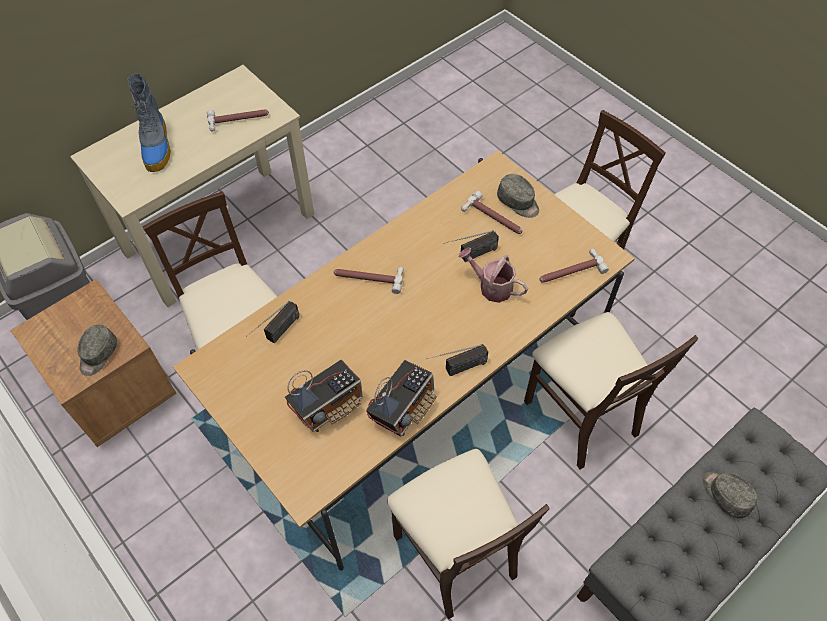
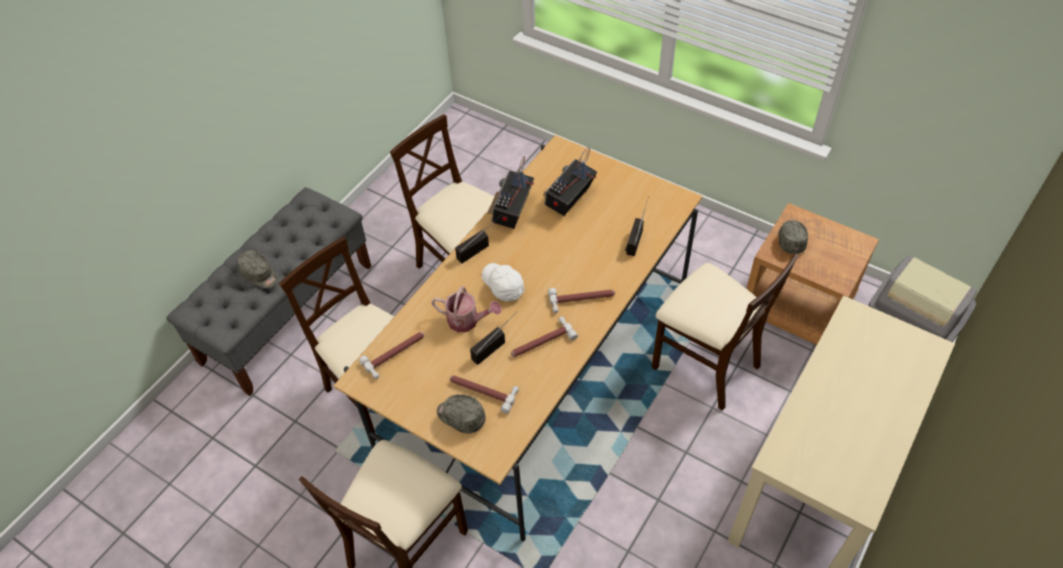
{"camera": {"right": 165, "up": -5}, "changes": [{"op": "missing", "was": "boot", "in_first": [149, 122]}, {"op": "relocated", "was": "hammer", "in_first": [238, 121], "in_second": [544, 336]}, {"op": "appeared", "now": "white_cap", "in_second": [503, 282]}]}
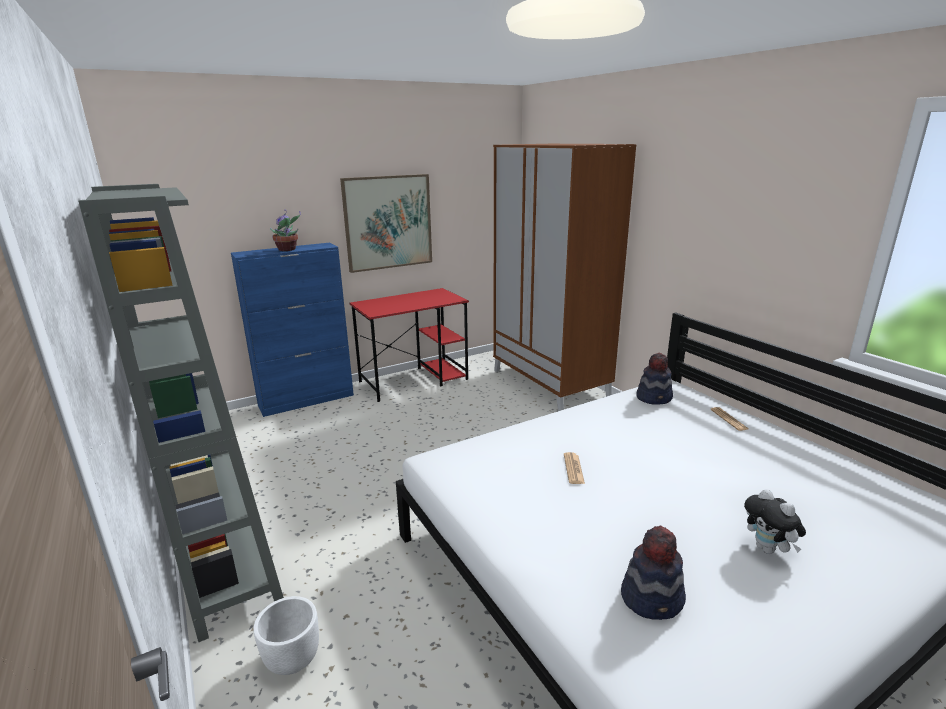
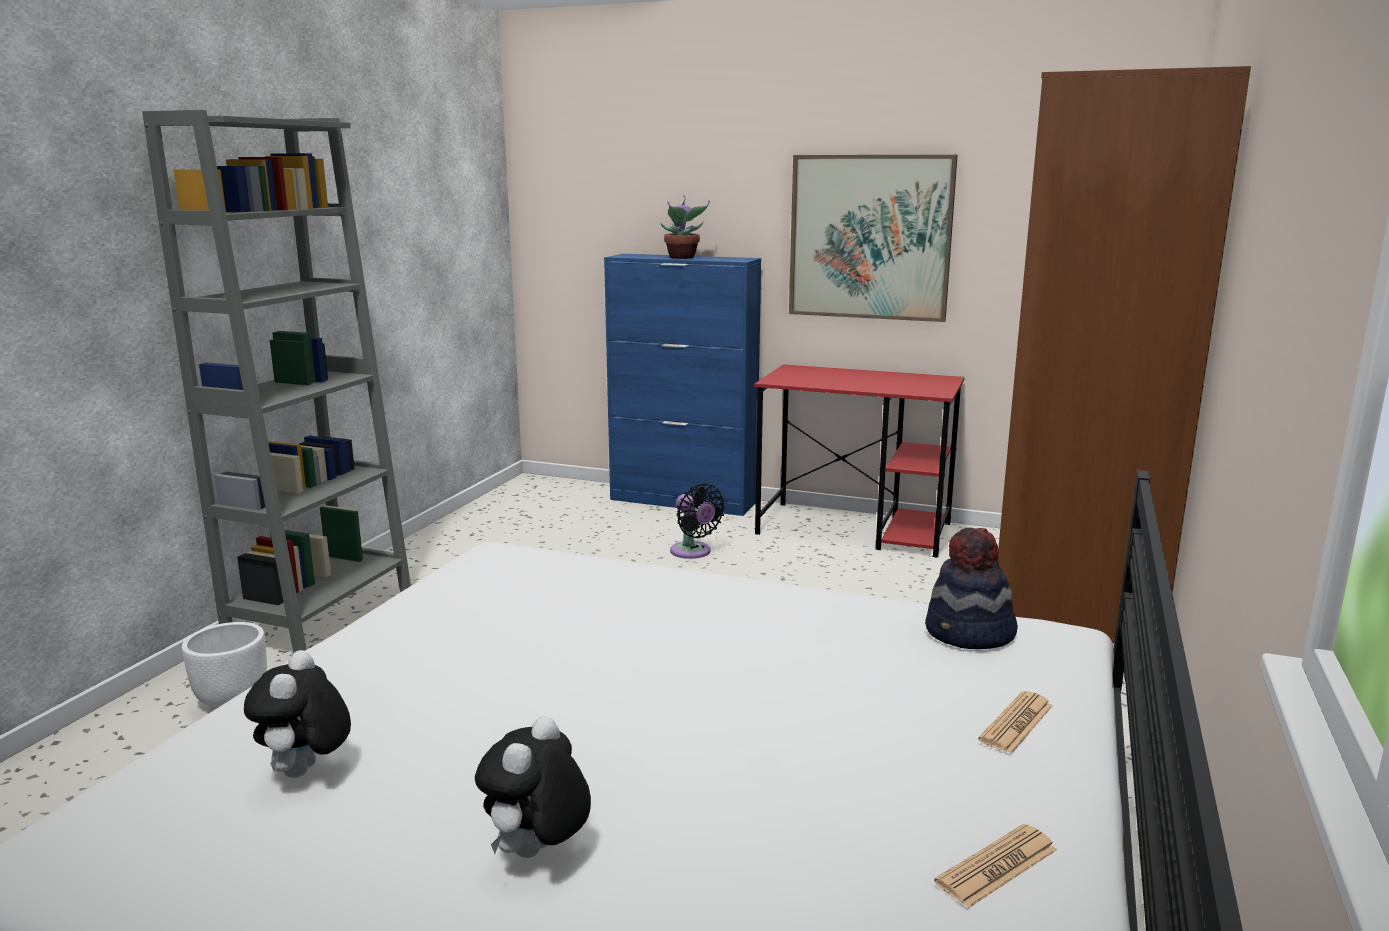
{"camera": {"right": 50, "up": -5}, "changes": [{"op": "relocated", "was": "newspaper", "in_first": [574, 468], "in_second": [995, 866]}, {"op": "exchanged", "was": "hat", "now": "plush_toy", "in_first": [653, 573], "in_second": [297, 714]}, {"op": "appeared", "now": "black_fan", "in_second": [697, 521]}]}
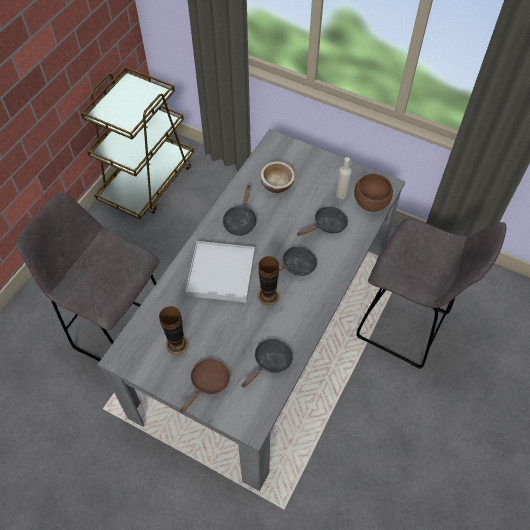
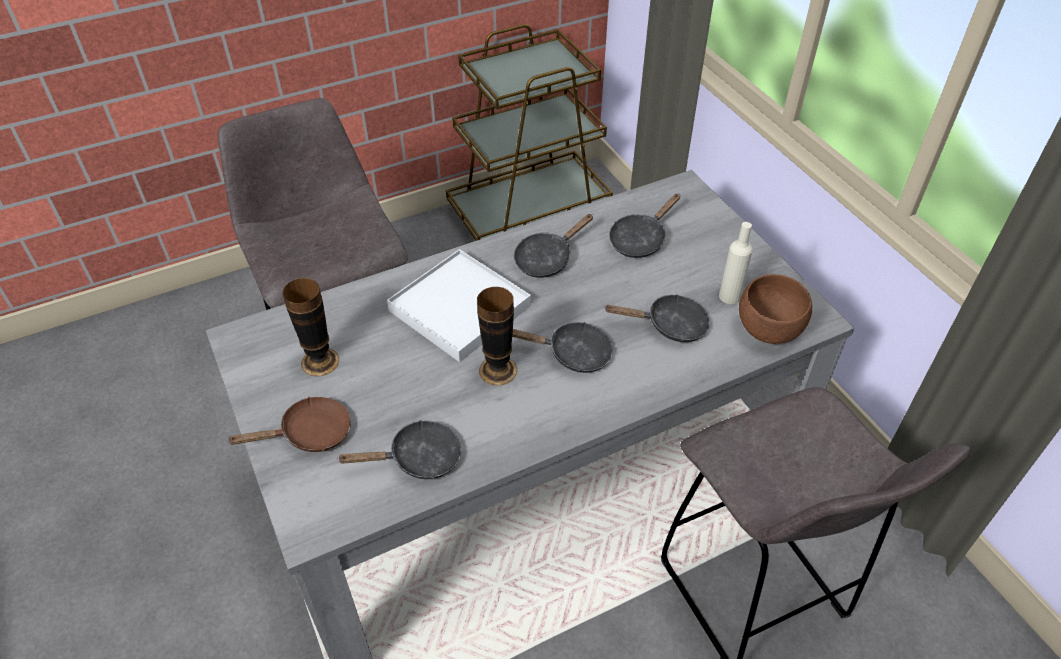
{"camera": {"right": 35, "up": -10}, "changes": [{"op": "exchanged", "was": "bowl", "now": "black_frying_pan", "in_first": [277, 177], "in_second": [644, 226]}]}
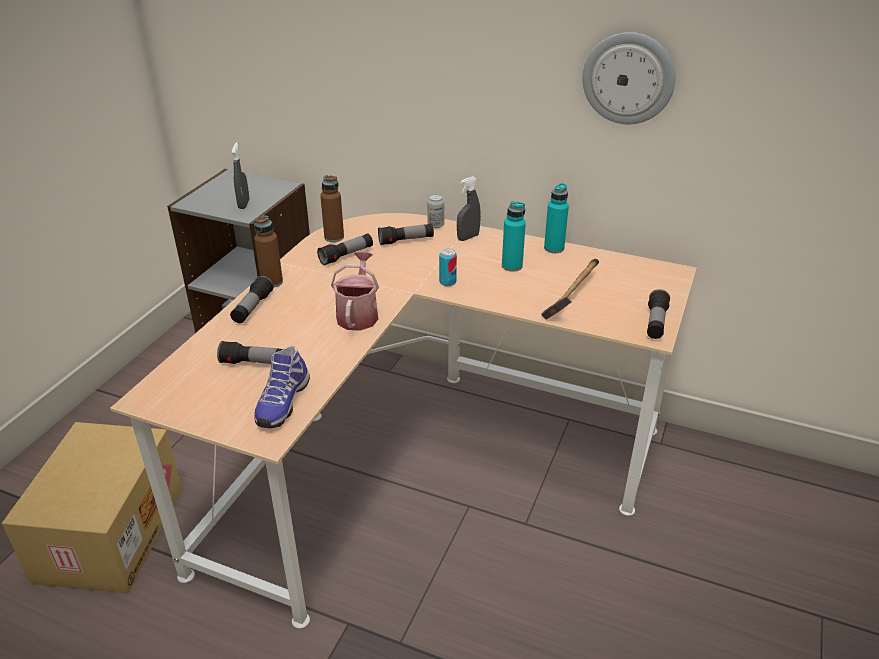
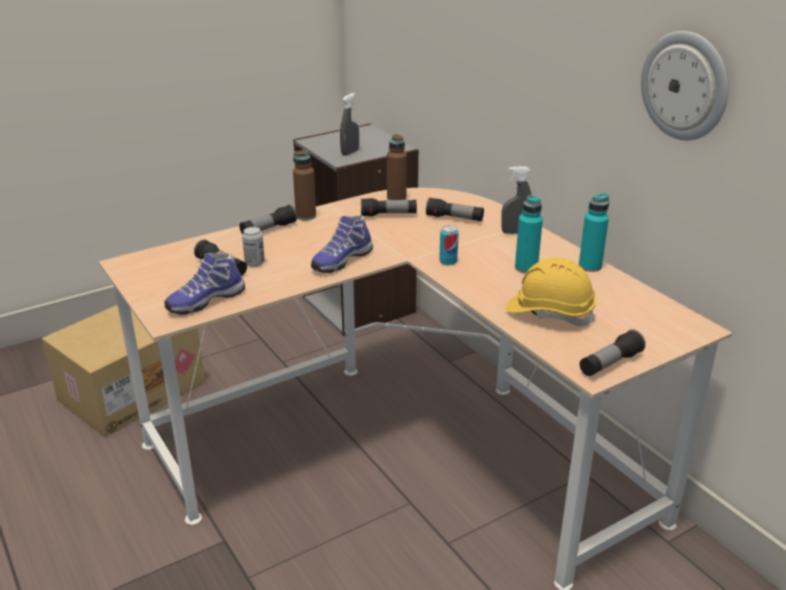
{"camera": {"right": 35, "up": -5}, "changes": [{"op": "exchanged", "was": "watering_can", "now": "shoe", "in_first": [355, 291], "in_second": [342, 244]}, {"op": "relocated", "was": "can", "in_first": [435, 211], "in_second": [253, 247]}, {"op": "exchanged", "was": "hammer", "now": "yellow_hard_hat", "in_first": [570, 289], "in_second": [551, 292]}]}
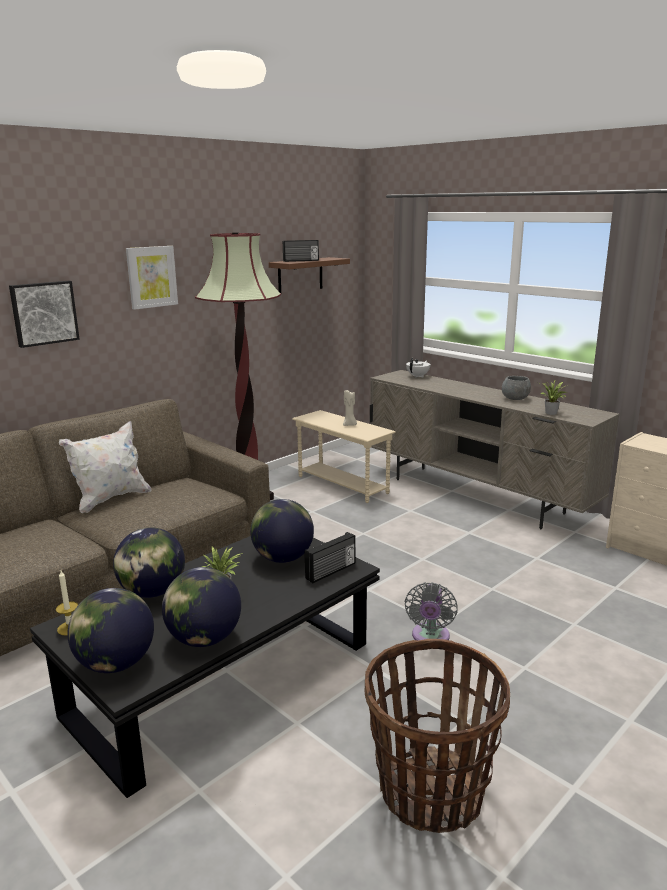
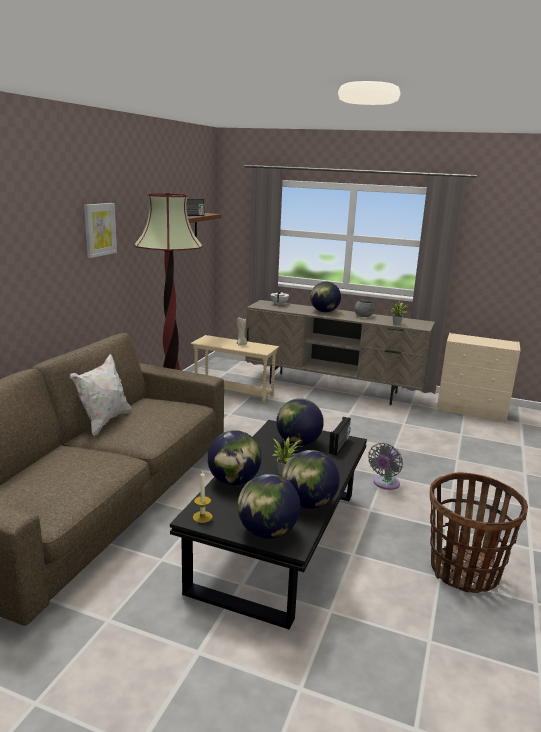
{"camera": {"right": -25, "up": 0}, "changes": [{"op": "missing", "was": "picture", "in_first": [44, 314]}, {"op": "spun", "was": "grey_fan", "in_first": [431, 611], "in_second": [385, 466], "clockwise": 45}, {"op": "appeared", "now": "globe", "in_second": [325, 297]}]}
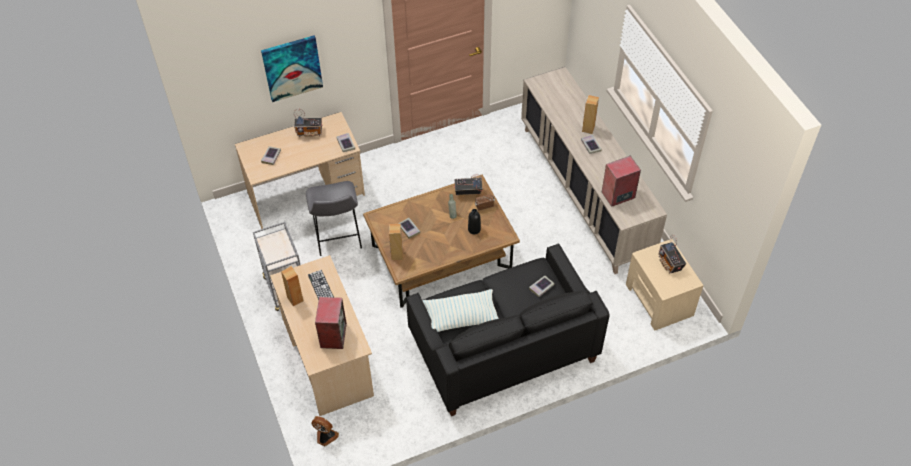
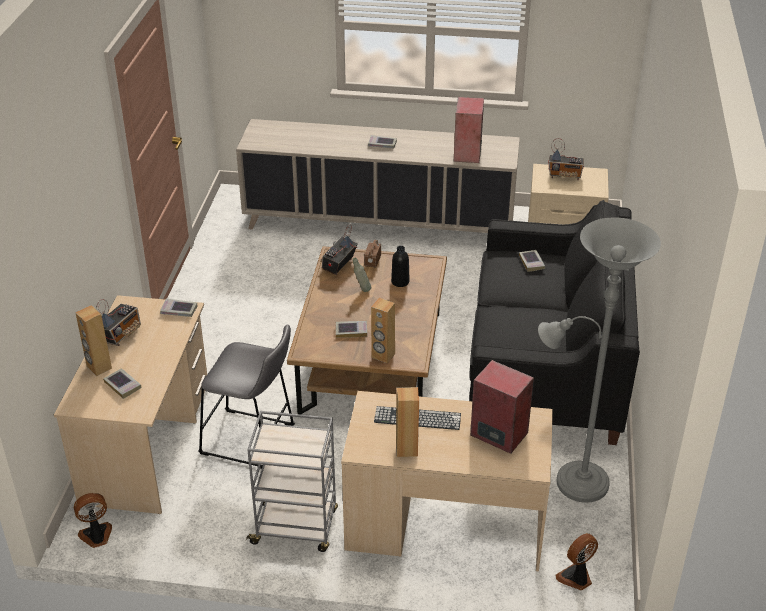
{"camera": {"right": -60, "up": -15}, "changes": [{"op": "missing", "was": "picture", "in_first": [292, 68]}, {"op": "missing", "was": "pillow", "in_first": [460, 310]}, {"op": "relocated", "was": "brown_speaker", "in_first": [590, 114], "in_second": [93, 340]}, {"op": "appeared", "now": "fan", "in_second": [93, 520]}, {"op": "appeared", "now": "grey_floor_lamp", "in_second": [599, 360]}]}
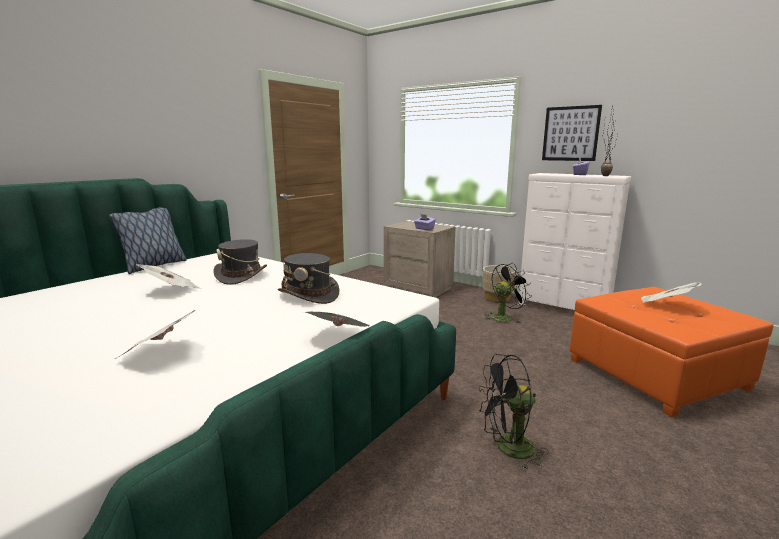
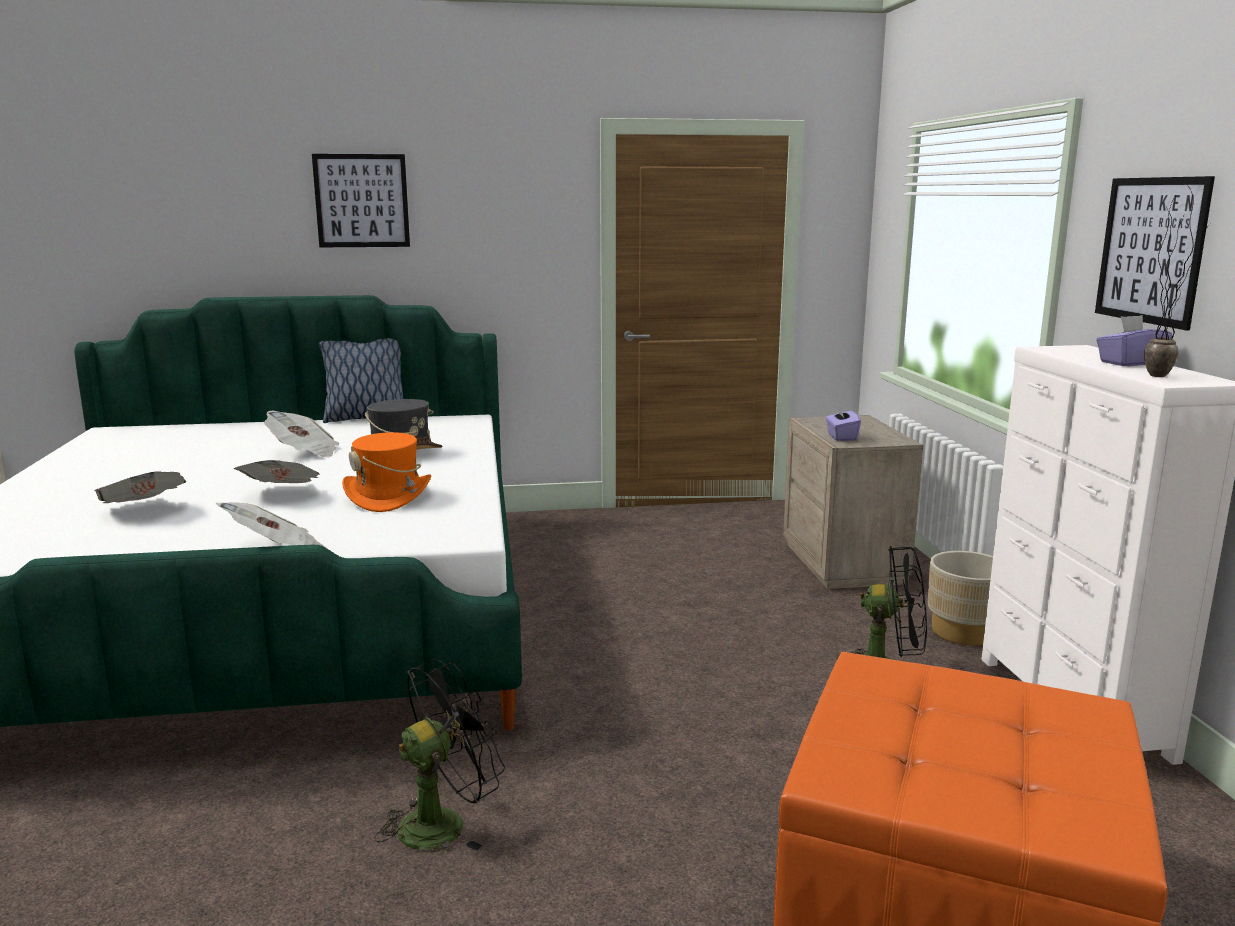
{"camera": {"right": 45, "up": 0}, "changes": [{"op": "colour", "was": "grey_hat", "now": "orange_hat", "in_first": [308, 278], "in_second": [386, 472]}, {"op": "spun", "was": "black_fan", "in_first": [514, 412], "in_second": [439, 755], "clockwise": 105}, {"op": "relocated", "was": "newspaper", "in_first": [671, 292], "in_second": [277, 471]}, {"op": "appeared", "now": "picture", "in_second": [361, 200]}]}
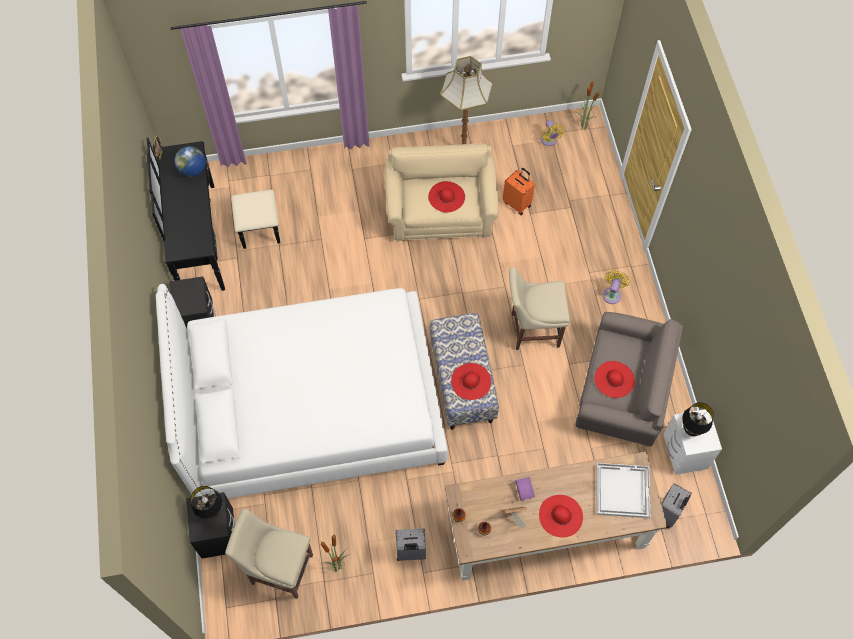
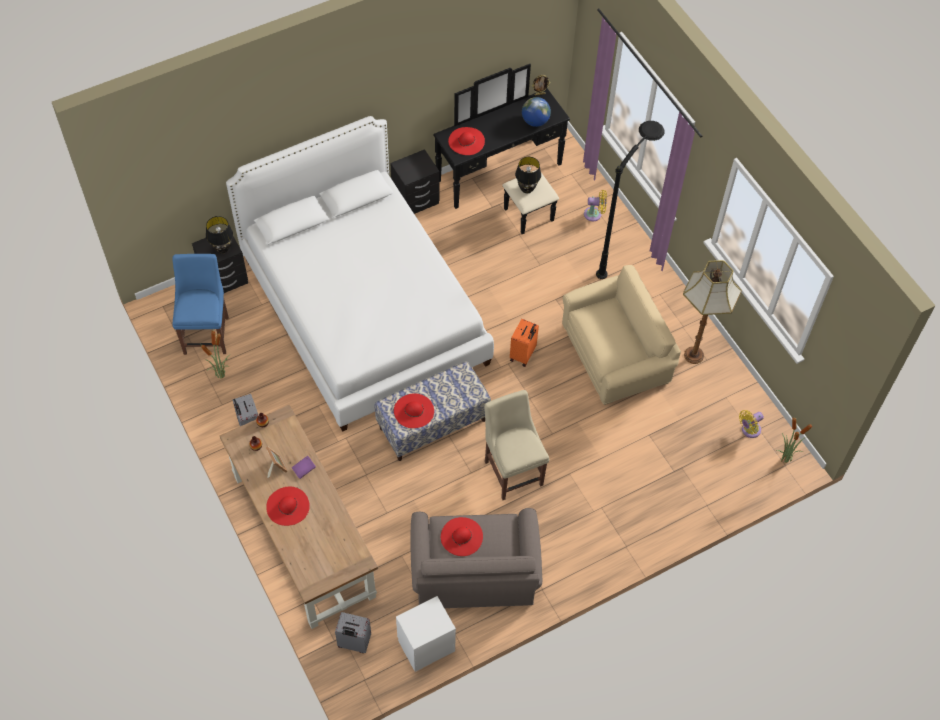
{"camera": {"right": 70, "up": -5}, "changes": [{"op": "colour", "was": "beige_chair", "now": "blue_chair", "in_first": [269, 554], "in_second": [200, 304]}, {"op": "relocated", "was": "red_hat", "in_first": [446, 197], "in_second": [466, 141]}, {"op": "relocated", "was": "orange_suitcase", "in_first": [519, 191], "in_second": [524, 343]}, {"op": "missing", "was": "white_tray", "in_first": [623, 490]}, {"op": "relocated", "was": "yellow_fan", "in_first": [616, 287], "in_second": [595, 205]}, {"op": "relocated", "was": "black_table_lamp", "in_first": [698, 419], "in_second": [528, 175]}, {"op": "appeared", "now": "black_floor_lamp", "in_second": [630, 200]}]}
